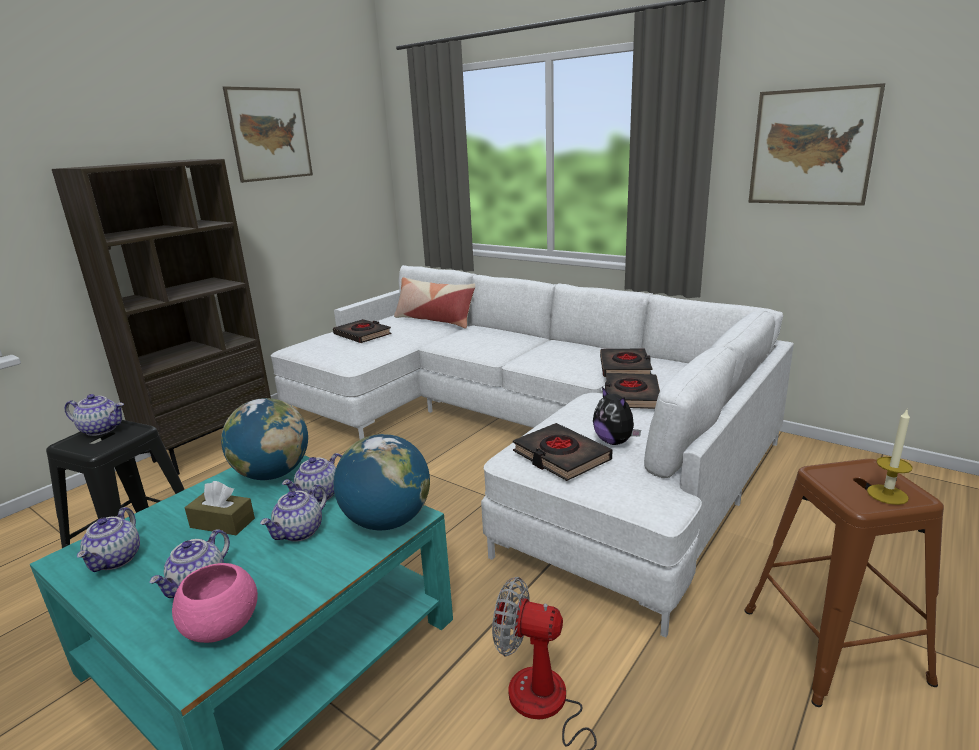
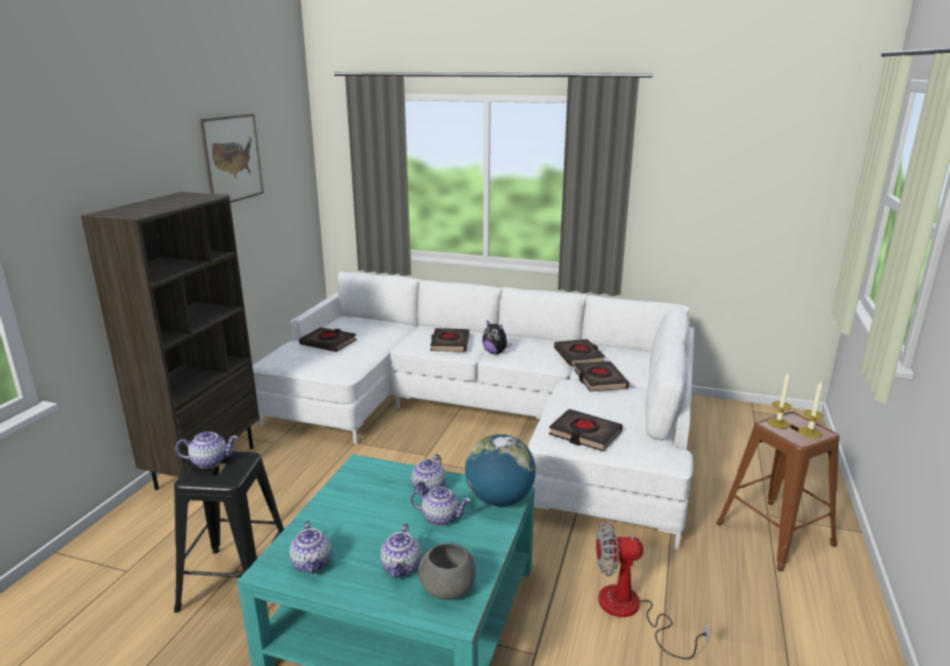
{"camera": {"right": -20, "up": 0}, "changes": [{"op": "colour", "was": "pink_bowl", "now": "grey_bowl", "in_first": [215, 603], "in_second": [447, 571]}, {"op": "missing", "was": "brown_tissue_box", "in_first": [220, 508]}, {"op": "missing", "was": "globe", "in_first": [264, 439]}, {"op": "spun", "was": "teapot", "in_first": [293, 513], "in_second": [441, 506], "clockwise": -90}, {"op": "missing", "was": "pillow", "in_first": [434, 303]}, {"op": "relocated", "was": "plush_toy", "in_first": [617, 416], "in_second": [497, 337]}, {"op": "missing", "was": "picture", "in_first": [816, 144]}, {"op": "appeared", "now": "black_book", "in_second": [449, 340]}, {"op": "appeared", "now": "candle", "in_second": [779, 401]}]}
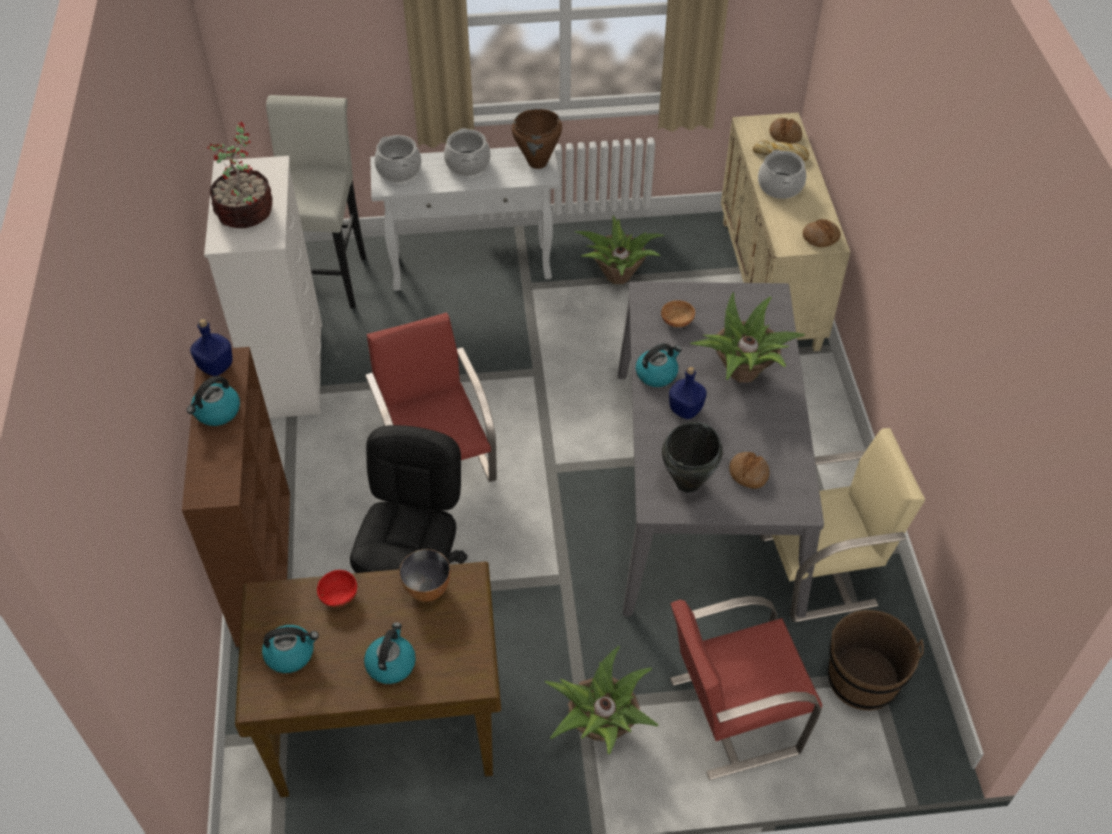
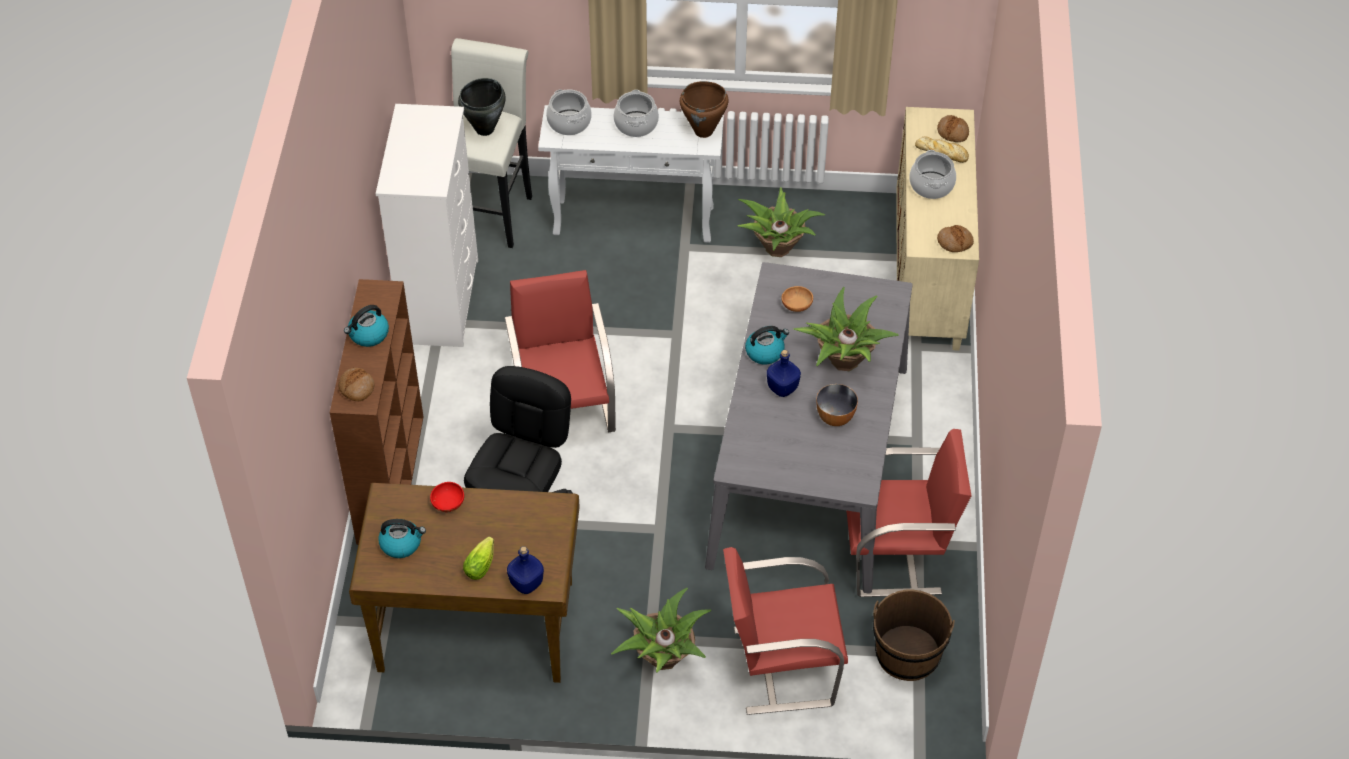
{"camera": {"right": 10, "up": 0}, "changes": [{"op": "relocated", "was": "blue_bottle", "in_first": [211, 347], "in_second": [525, 570]}, {"op": "missing", "was": "potted_plant", "in_first": [239, 175]}, {"op": "exchanged", "was": "kettle", "now": "lettuce", "in_first": [390, 653], "in_second": [478, 558]}, {"op": "relocated", "was": "bowl", "in_first": [424, 575], "in_second": [837, 405]}, {"op": "relocated", "was": "black_cooking_pot", "in_first": [692, 457], "in_second": [482, 107]}, {"op": "relocated", "was": "bread", "in_first": [749, 470], "in_second": [357, 384]}, {"op": "colour", "was": "beige_chair", "now": "red_chair", "in_first": [842, 525], "in_second": [909, 513]}]}
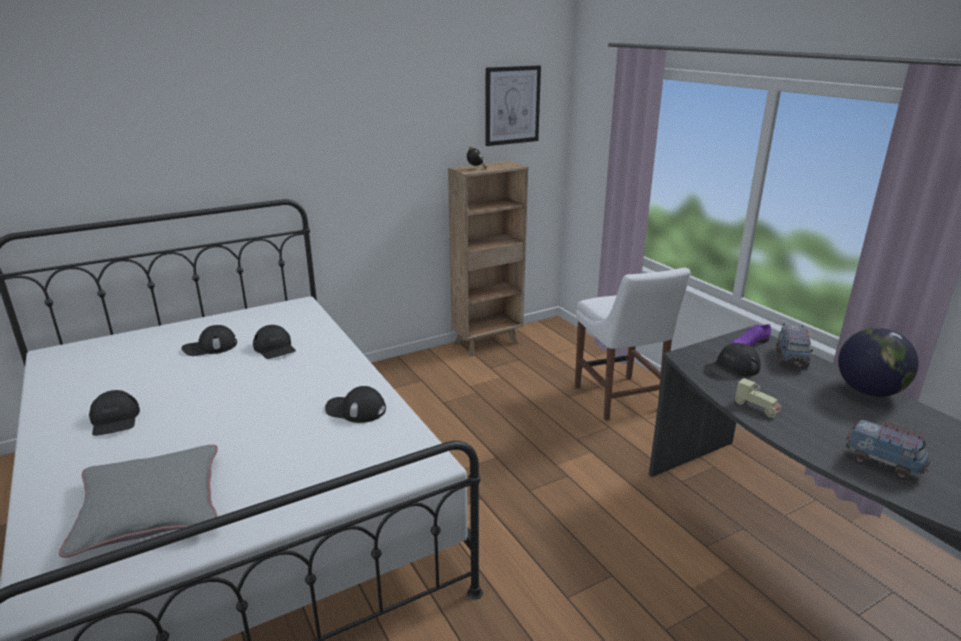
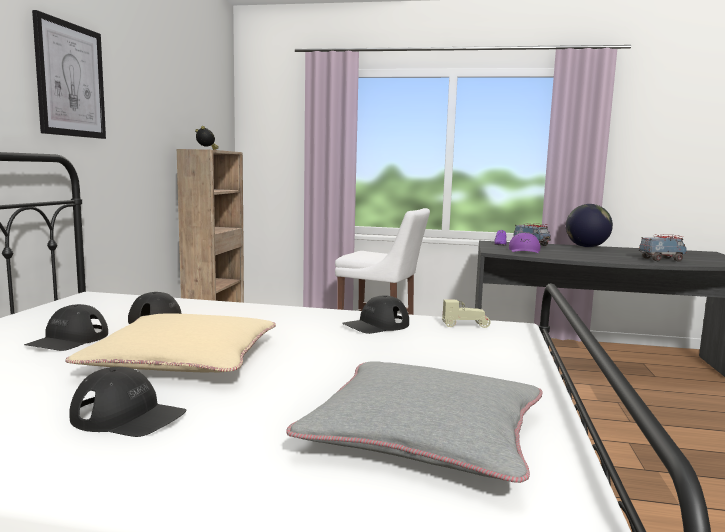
{"camera": {"right": -50, "up": -15}, "changes": [{"op": "relocated", "was": "picture", "in_first": [513, 105], "in_second": [69, 74]}, {"op": "colour", "was": "black_cap", "now": "purple_cap", "in_first": [732, 361], "in_second": [524, 243]}, {"op": "relocated", "was": "beige_toy_car", "in_first": [758, 397], "in_second": [466, 313]}, {"op": "appeared", "now": "beige_pillow", "in_second": [170, 343]}]}
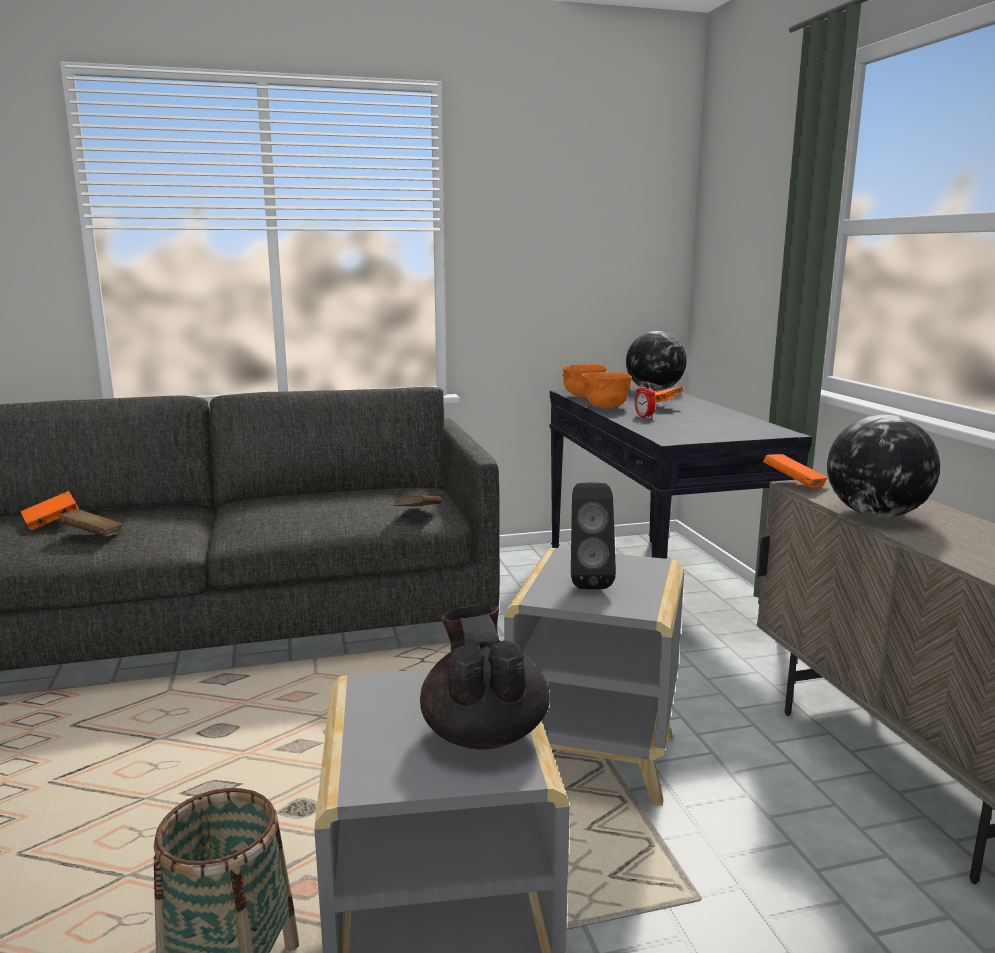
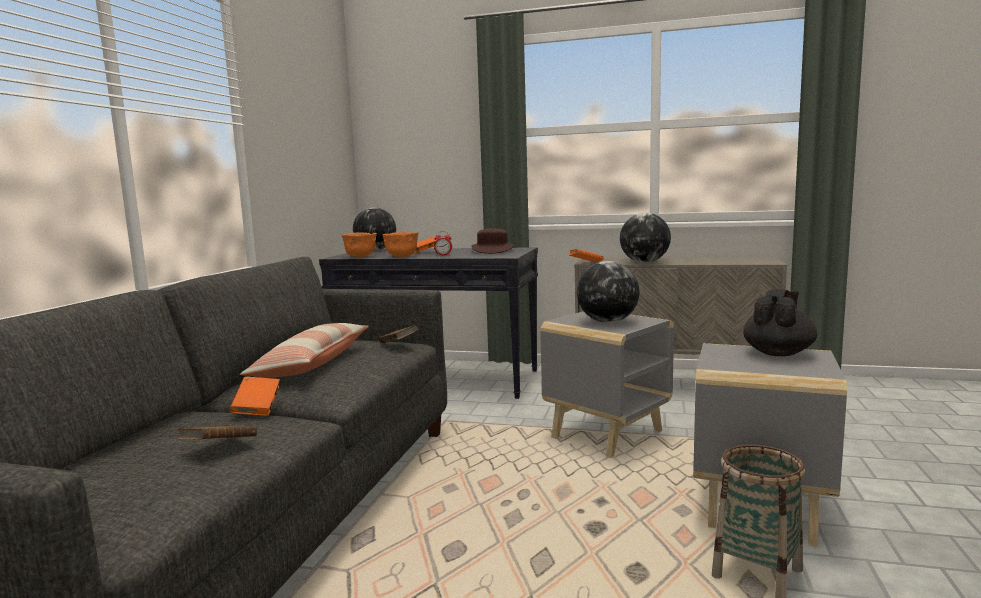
{"camera": {"right": -60, "up": -5}, "changes": [{"op": "relocated", "was": "orange_book", "in_first": [50, 510], "in_second": [255, 396]}, {"op": "spun", "was": "black_teapot", "in_first": [485, 676], "in_second": [780, 322], "clockwise": 105}, {"op": "exchanged", "was": "black_speaker", "now": "globe", "in_first": [593, 535], "in_second": [608, 292]}, {"op": "appeared", "now": "pillow", "in_second": [304, 350]}, {"op": "appeared", "now": "brown_hat", "in_second": [493, 241]}]}
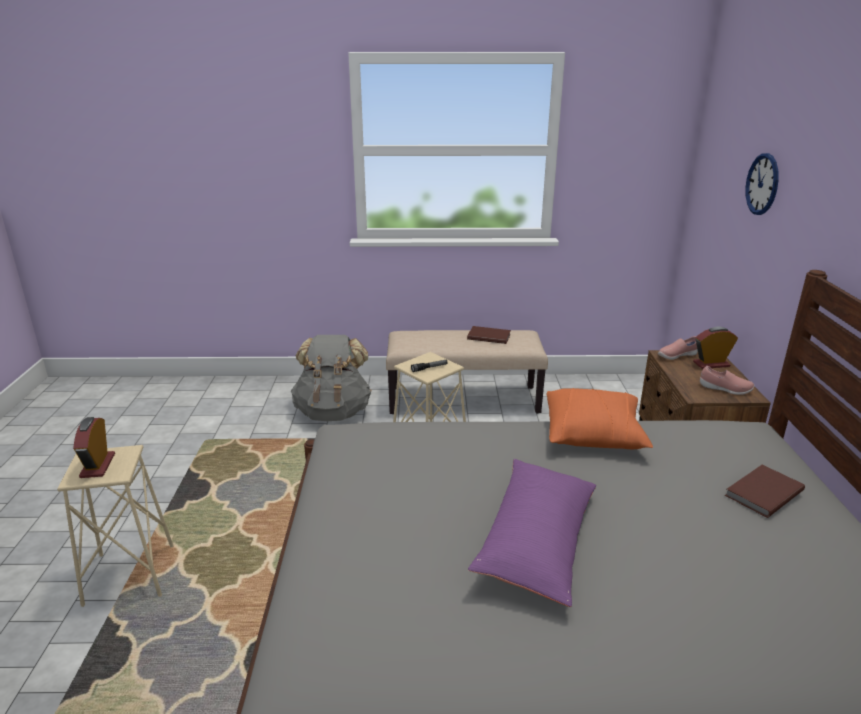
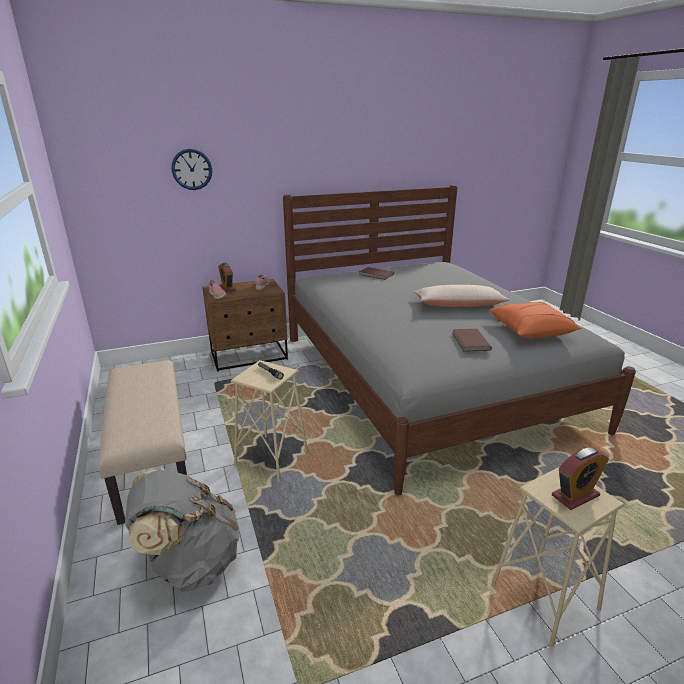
{"camera": {"right": -110, "up": 0}, "changes": [{"op": "relocated", "was": "brown_book", "in_first": [489, 335], "in_second": [472, 340]}, {"op": "colour", "was": "purple_pillow", "now": "beige_pillow", "in_first": [532, 533], "in_second": [462, 296]}, {"op": "relocated", "was": "orange_pillow", "in_first": [599, 418], "in_second": [535, 320]}]}
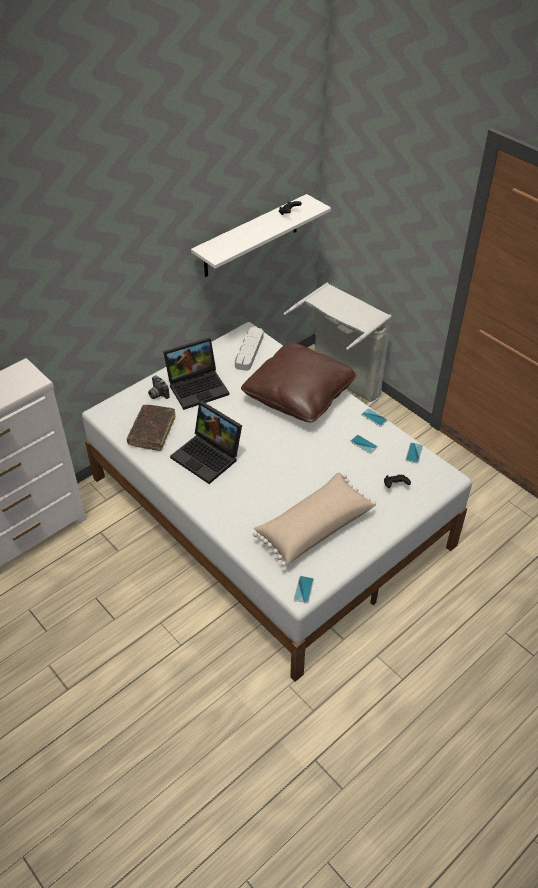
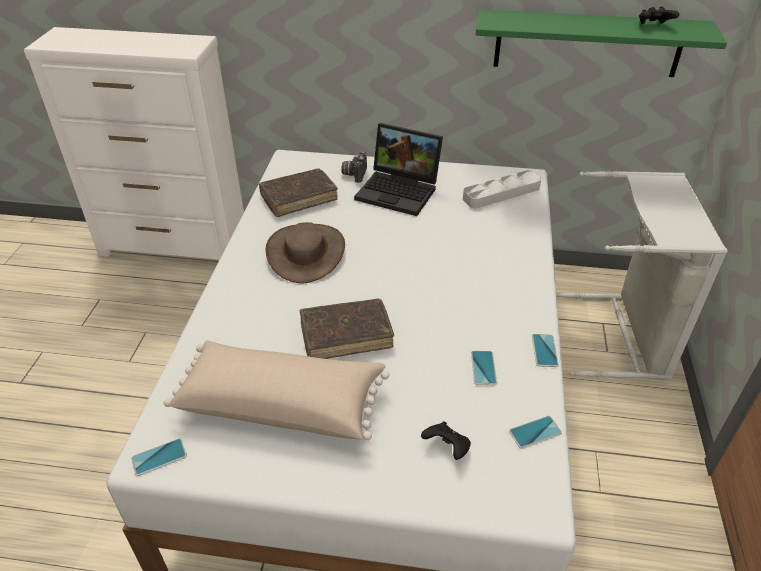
{"camera": {"right": 50, "up": -5}, "changes": [{"op": "exchanged", "was": "laptop", "now": "brown_hat", "in_first": [206, 442], "in_second": [305, 253]}, {"op": "colour", "was": "white_shelf", "now": "green_shelf", "in_first": [261, 235], "in_second": [601, 43]}, {"op": "missing", "was": "brown_pillow", "in_first": [298, 382]}, {"op": "appeared", "now": "brown_book", "in_second": [347, 329]}]}
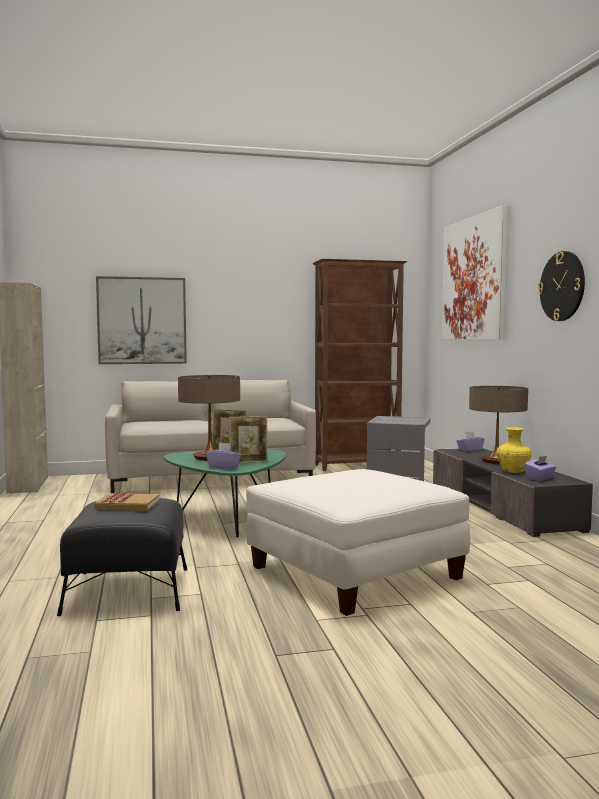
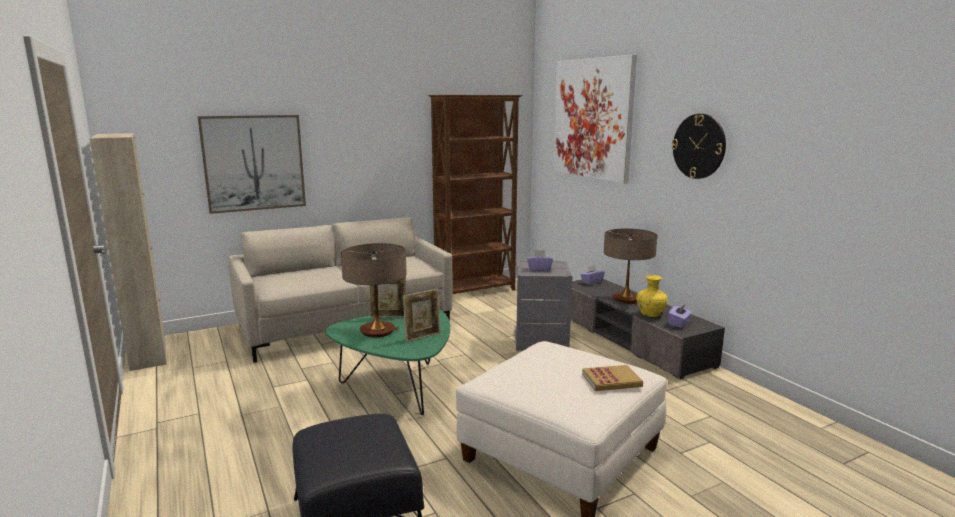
{"camera": {"right": -15, "up": 10}, "changes": [{"op": "relocated", "was": "book", "in_first": [127, 502], "in_second": [612, 378]}, {"op": "relocated", "was": "purple_tissue_box", "in_first": [223, 456], "in_second": [540, 260]}]}
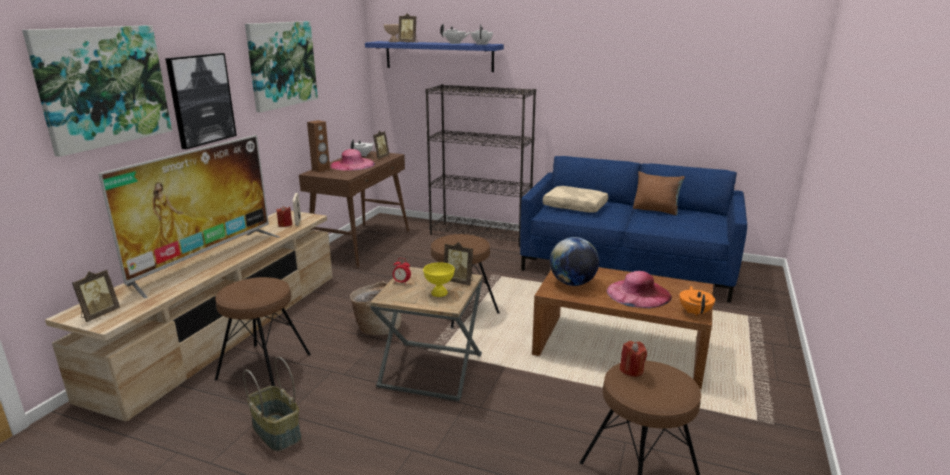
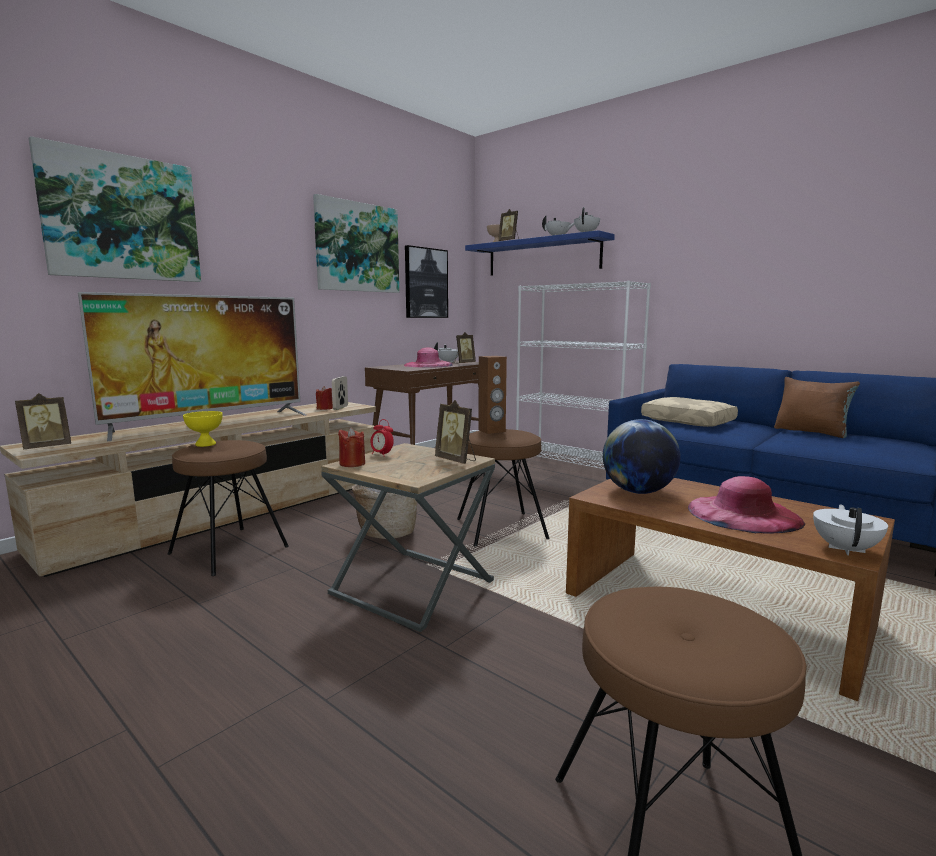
{"camera": {"right": 20, "up": -10}, "changes": [{"op": "relocated", "was": "picture", "in_first": [201, 101], "in_second": [426, 281]}, {"op": "missing", "was": "basket", "in_first": [272, 404]}, {"op": "relocated", "was": "brown_speaker", "in_first": [318, 146], "in_second": [492, 395]}, {"op": "relocated", "was": "yellow_bowl", "in_first": [439, 279], "in_second": [203, 429]}, {"op": "colour", "was": "black_bookcase", "now": "white_bookcase", "in_first": [480, 165], "in_second": [583, 375]}, {"op": "relocated", "was": "red_candle", "in_first": [633, 359], "in_second": [351, 447]}, {"op": "colour", "was": "orange_teapot", "now": "white_teapot", "in_first": [697, 301], "in_second": [850, 529]}]}
